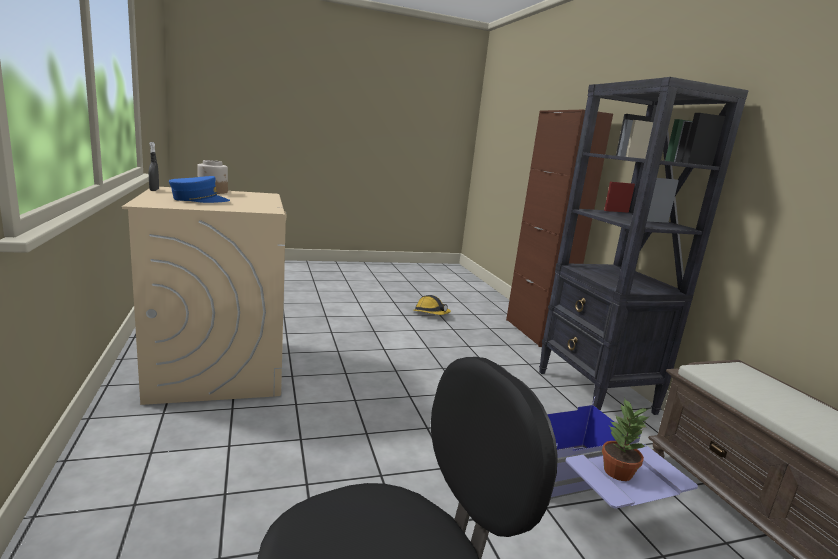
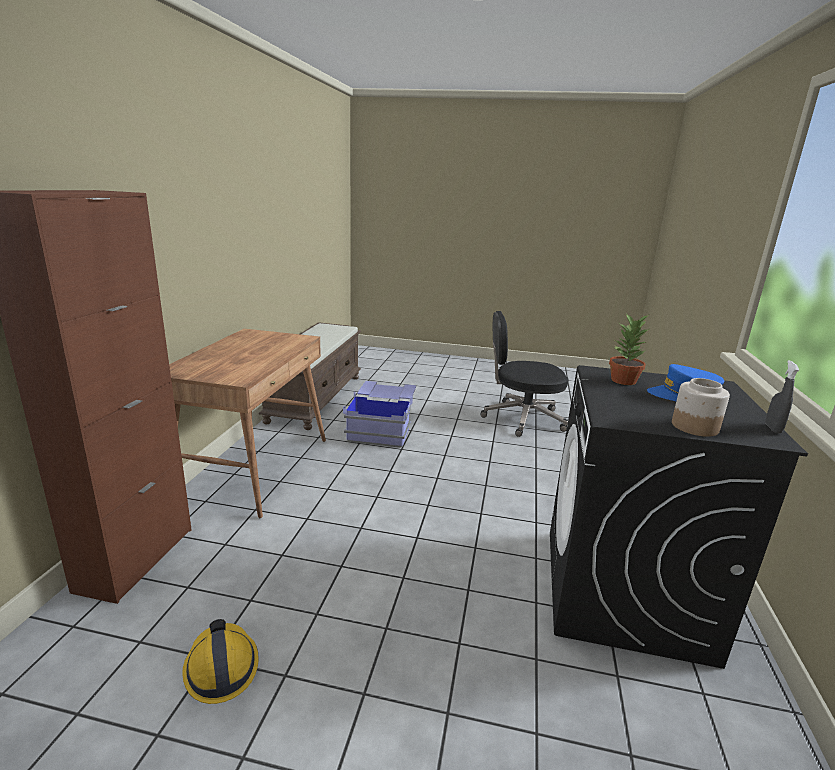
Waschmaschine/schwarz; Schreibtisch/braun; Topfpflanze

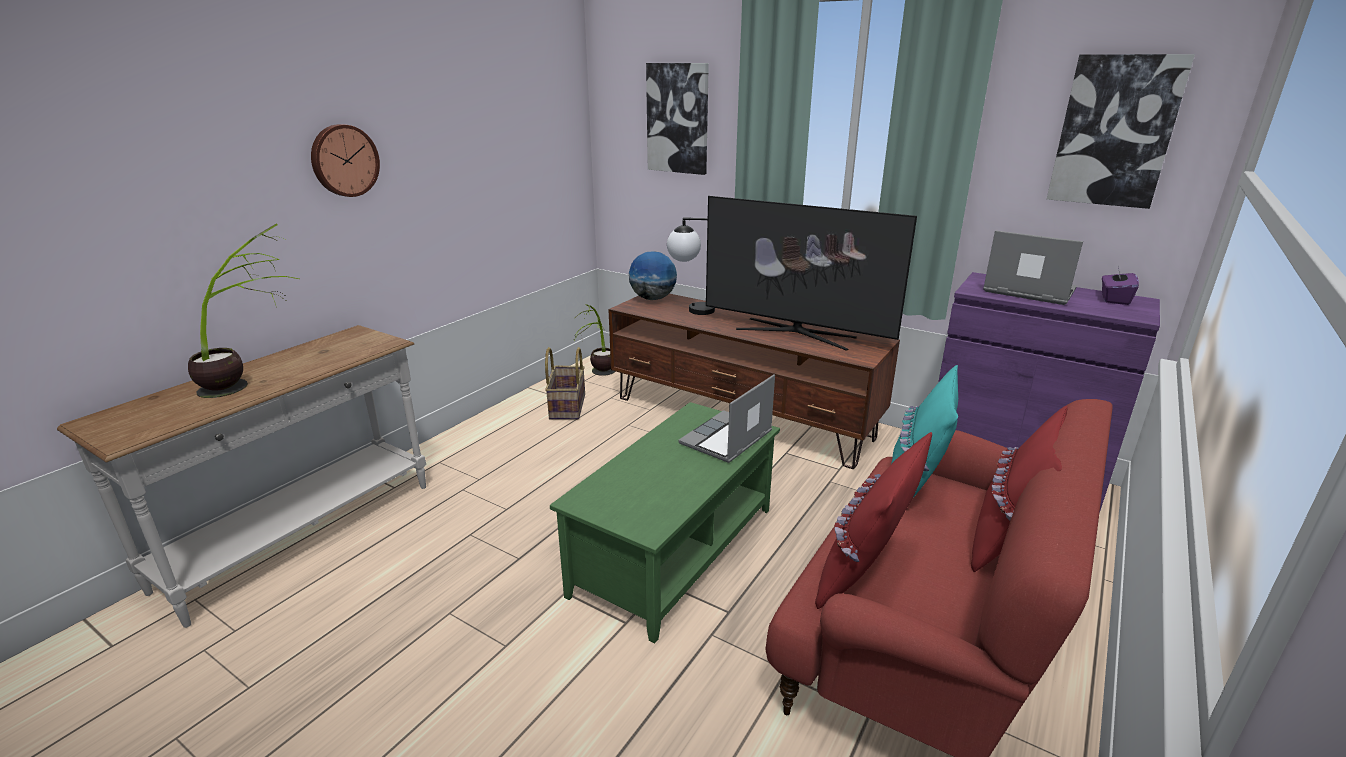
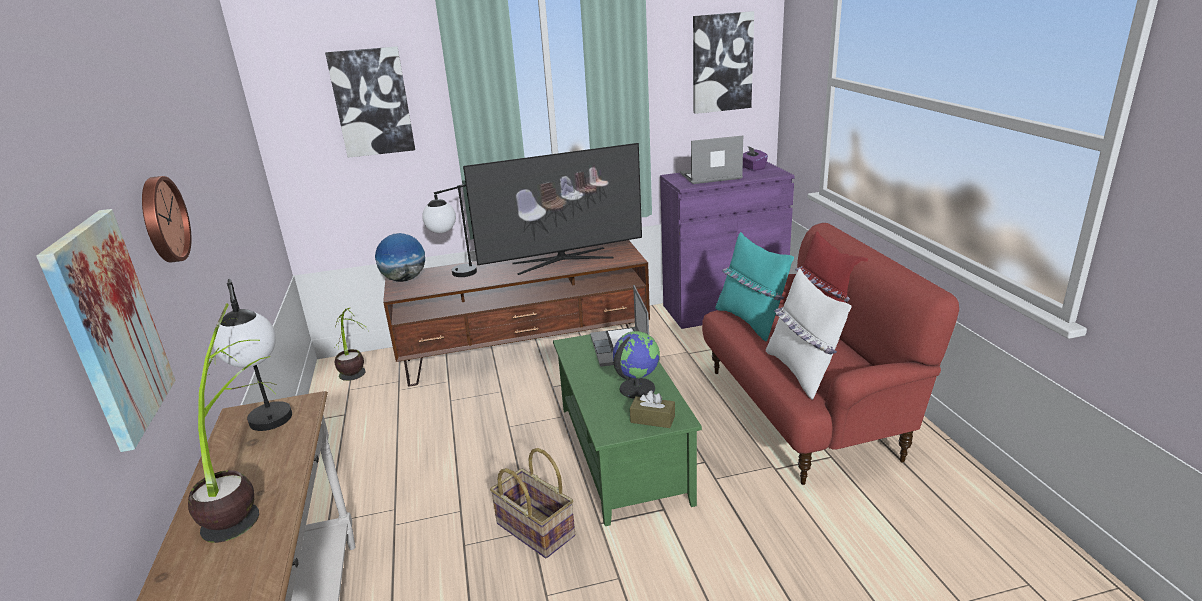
Korb; Kissen/weiß; Bild (1st from left); Tischlampe (1st from left); Globus (2nd from left); Taschentuchbox/braun

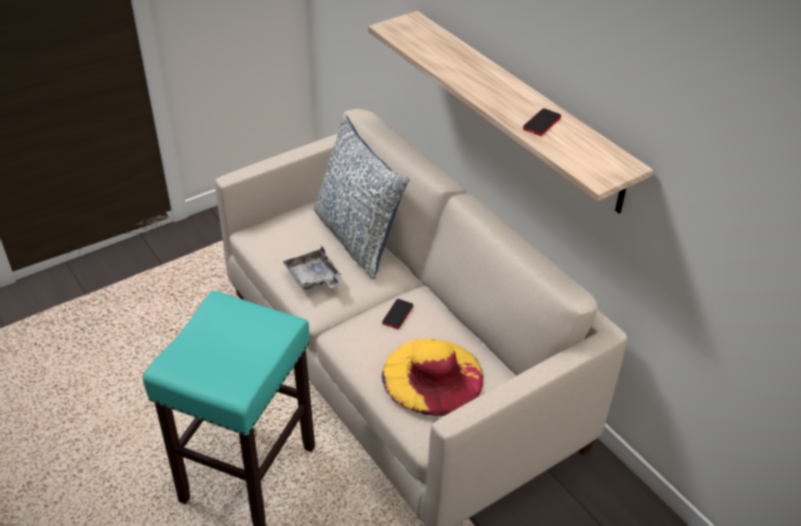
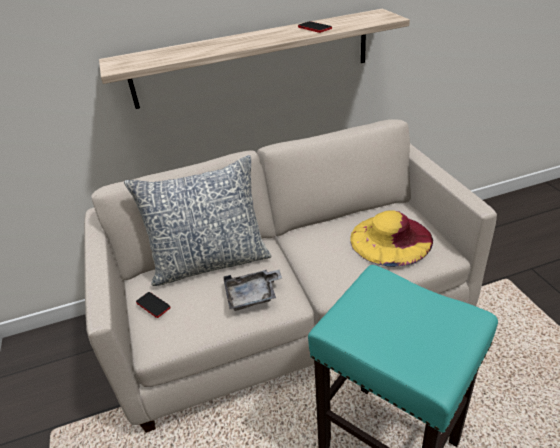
Handy (1st from left)

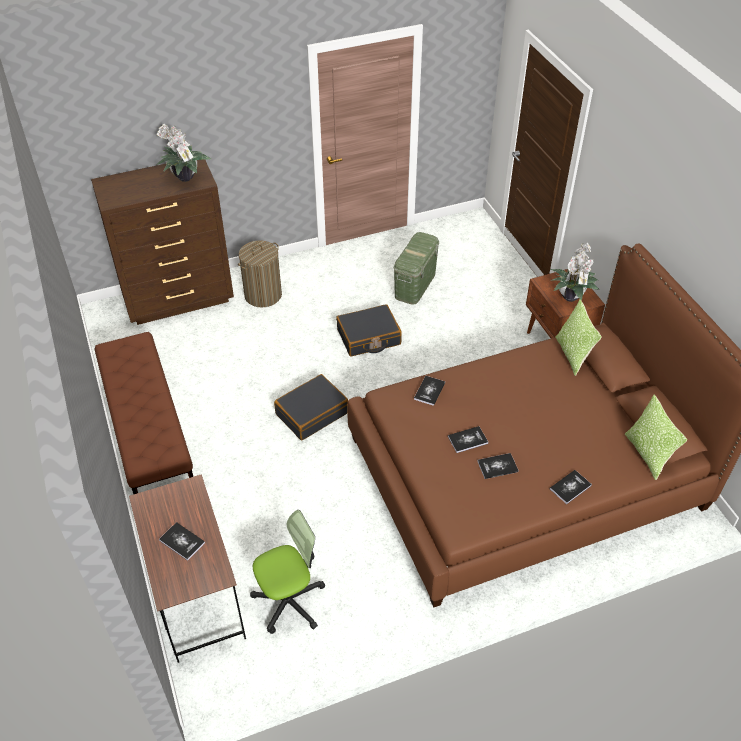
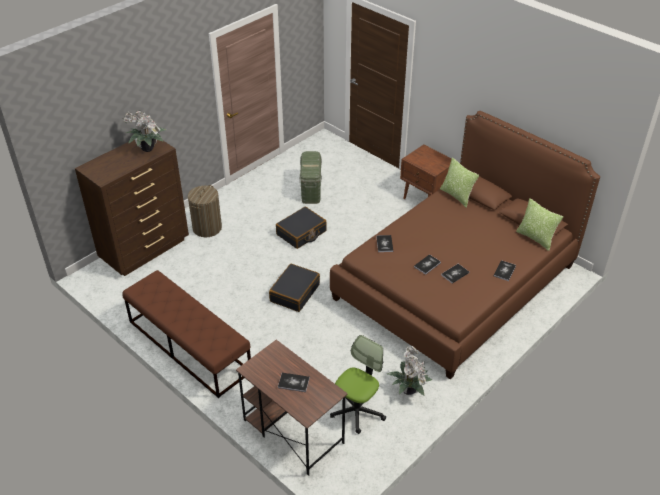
Topfpflanze (2nd from left)

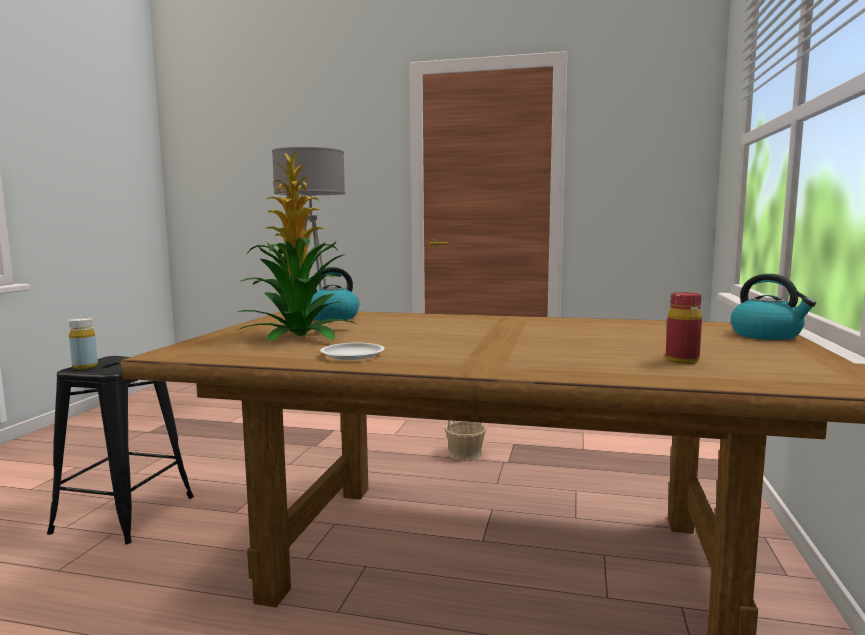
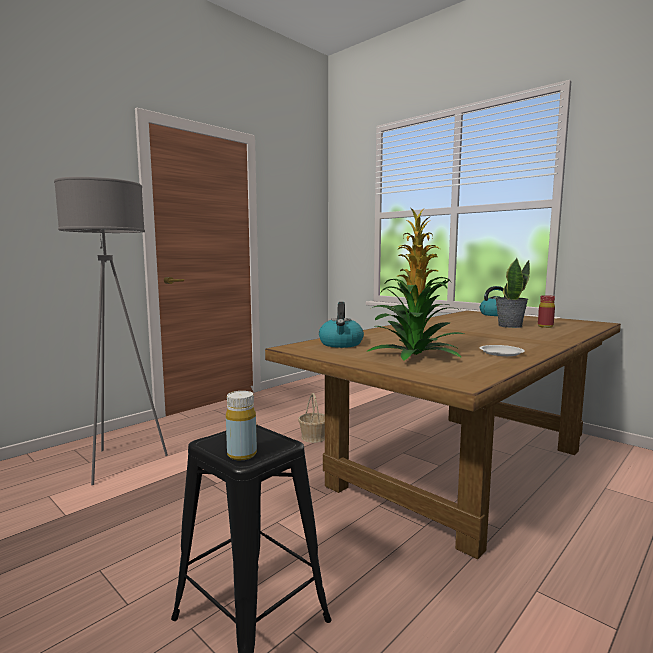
Topfpflanze (2nd from left)

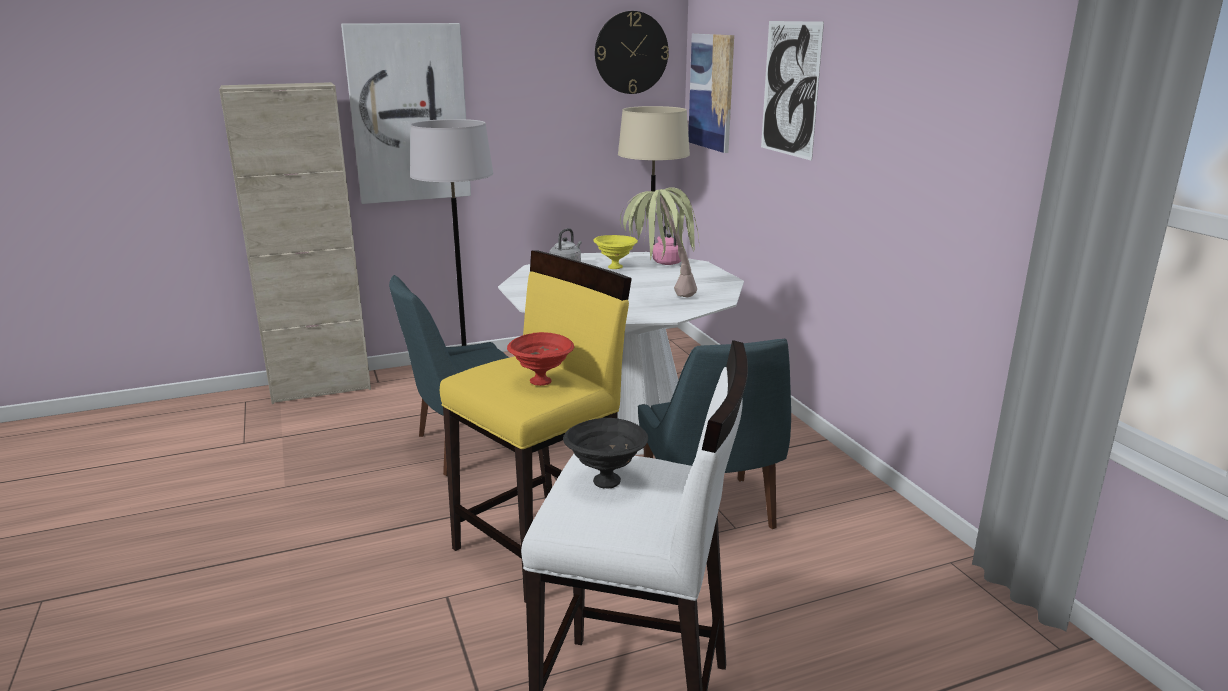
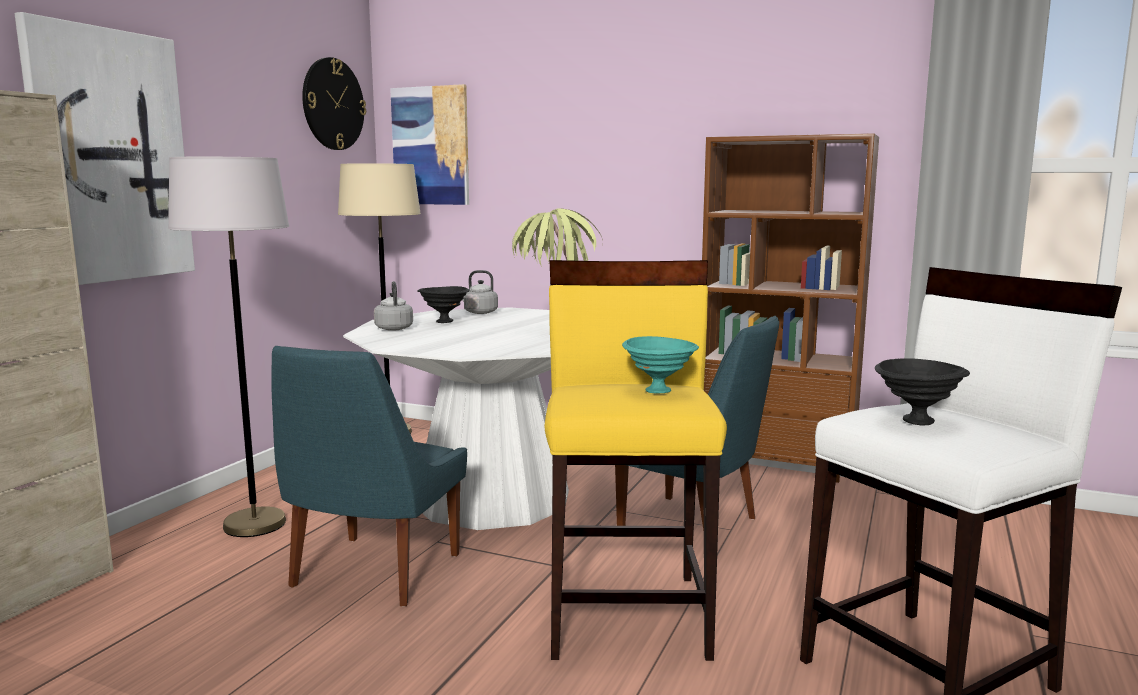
Schüssel/türkis; Schüssel/schwarz (1st from left); Wasserkessel/grau (2nd from left); Bild (3rd from left in the first image); Bücherregal/braun

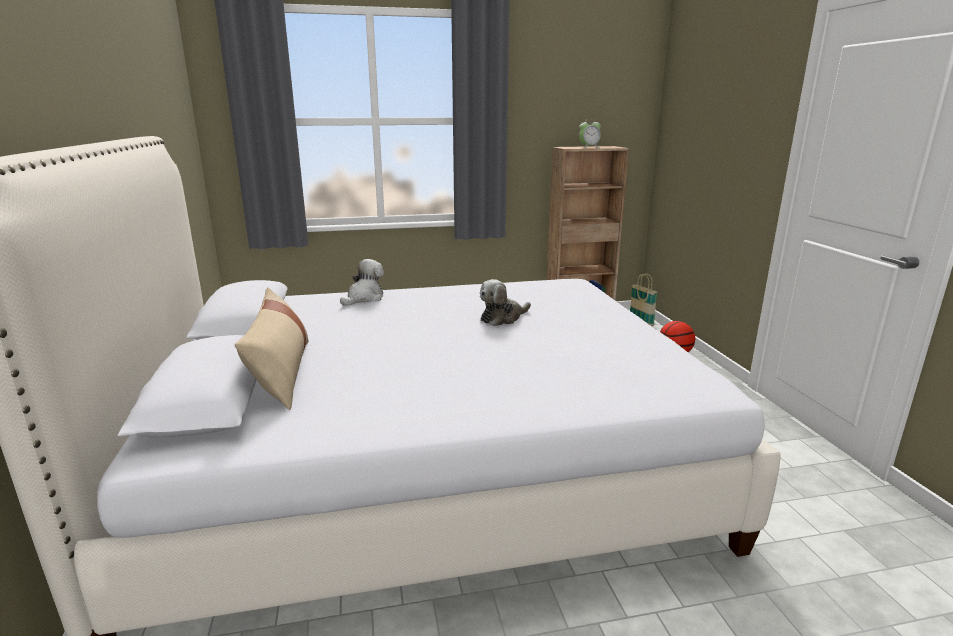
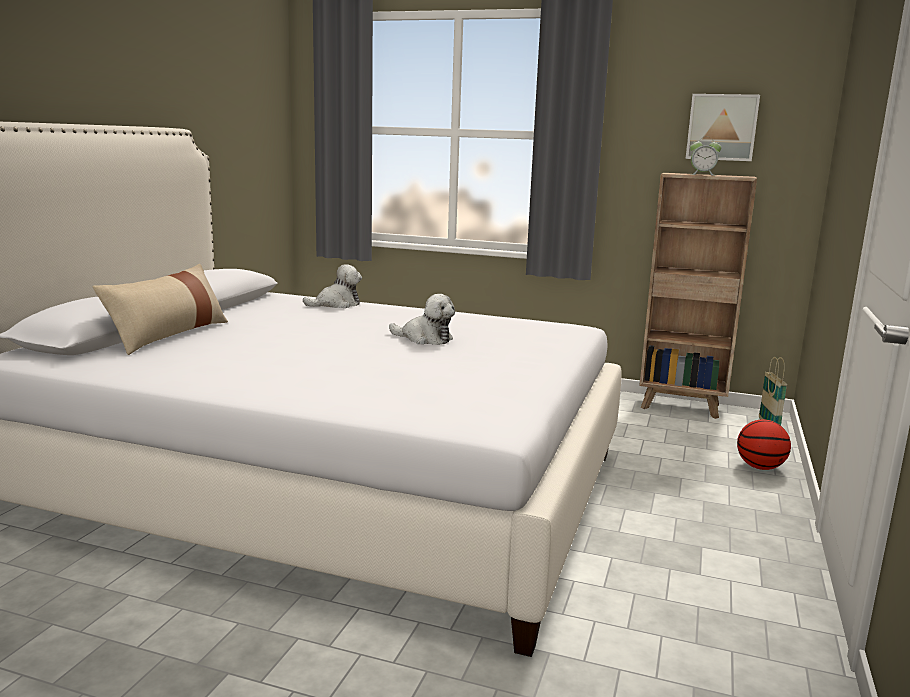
Plüschtier (2nd from left); Bild

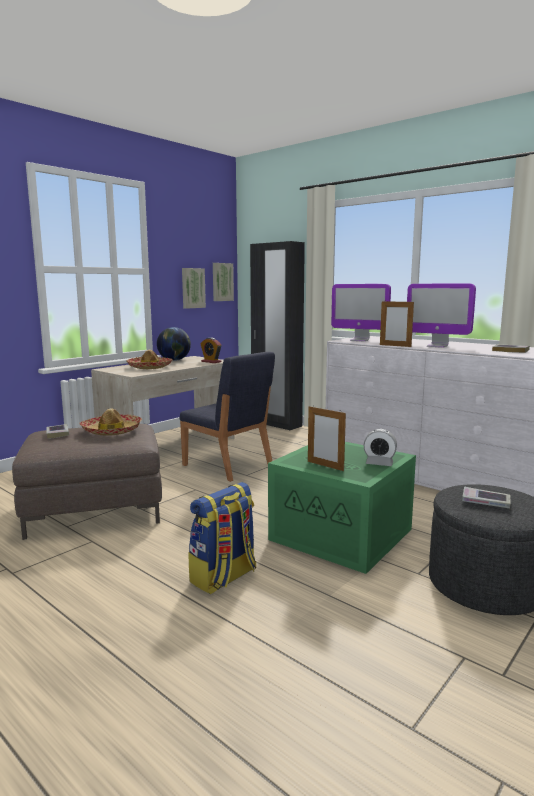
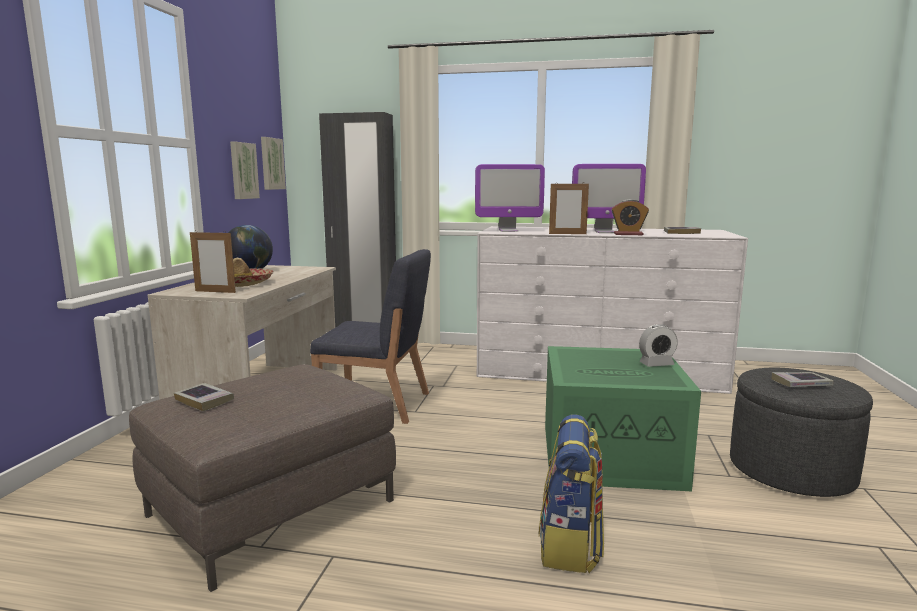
Hut (1st from left in the first image); Wecker (1st from left); Bilderrahmen (1st from left)

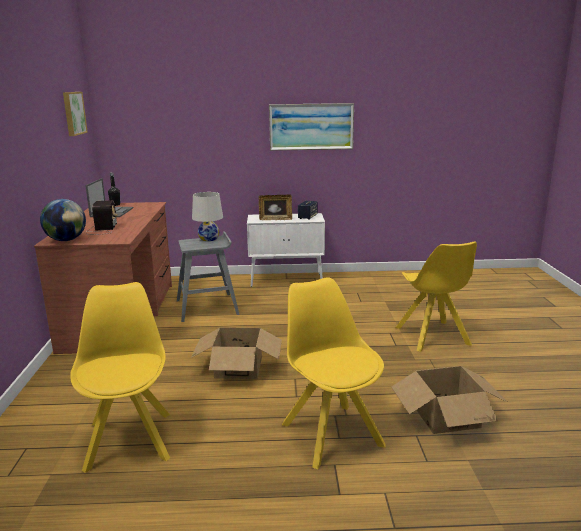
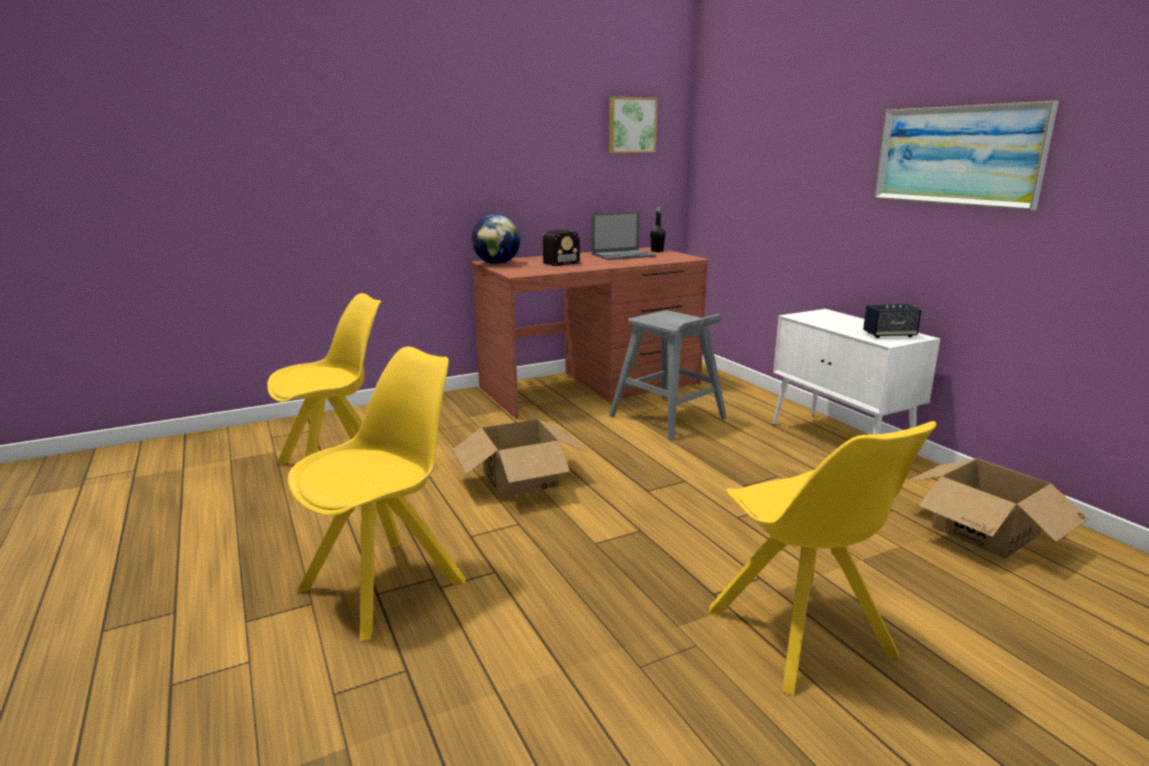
Tischlampe/weiß; Bilderrahmen; Karton (2nd from left); Stuhl/gelb (3rd from left)

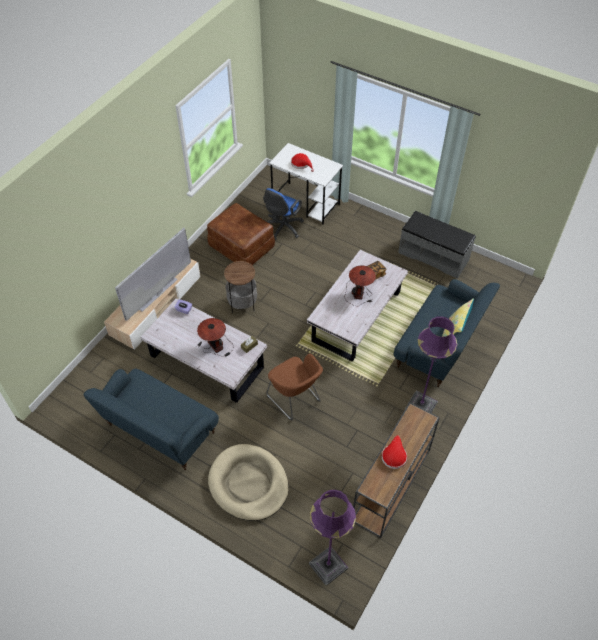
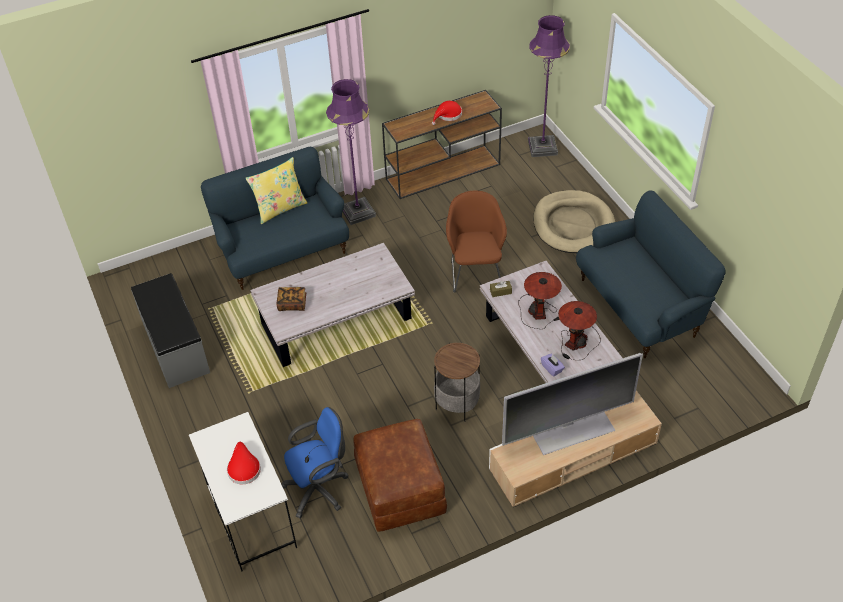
Tischlampe (2nd from left)

